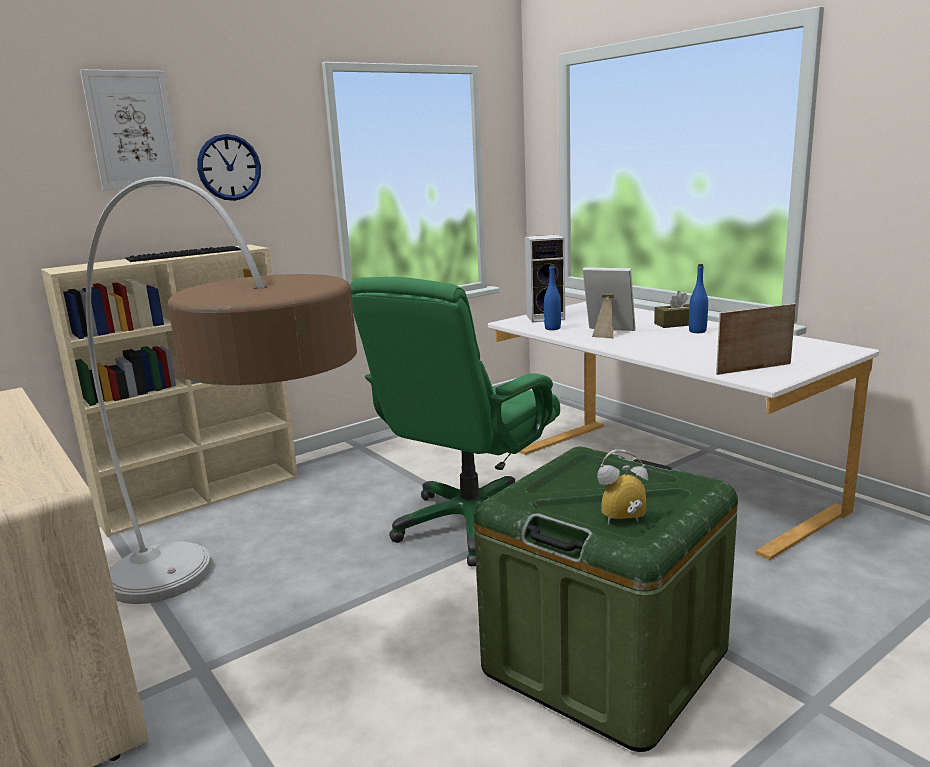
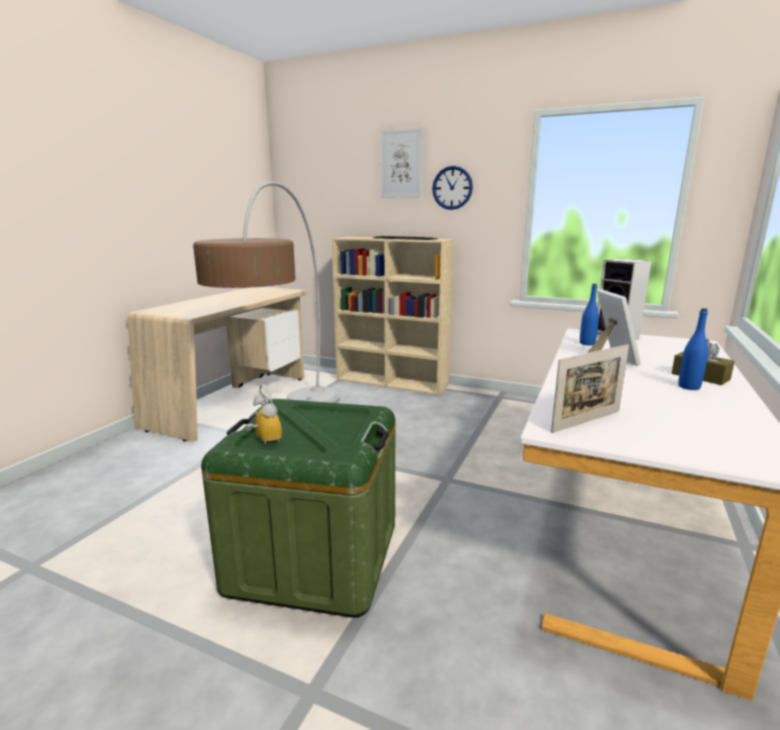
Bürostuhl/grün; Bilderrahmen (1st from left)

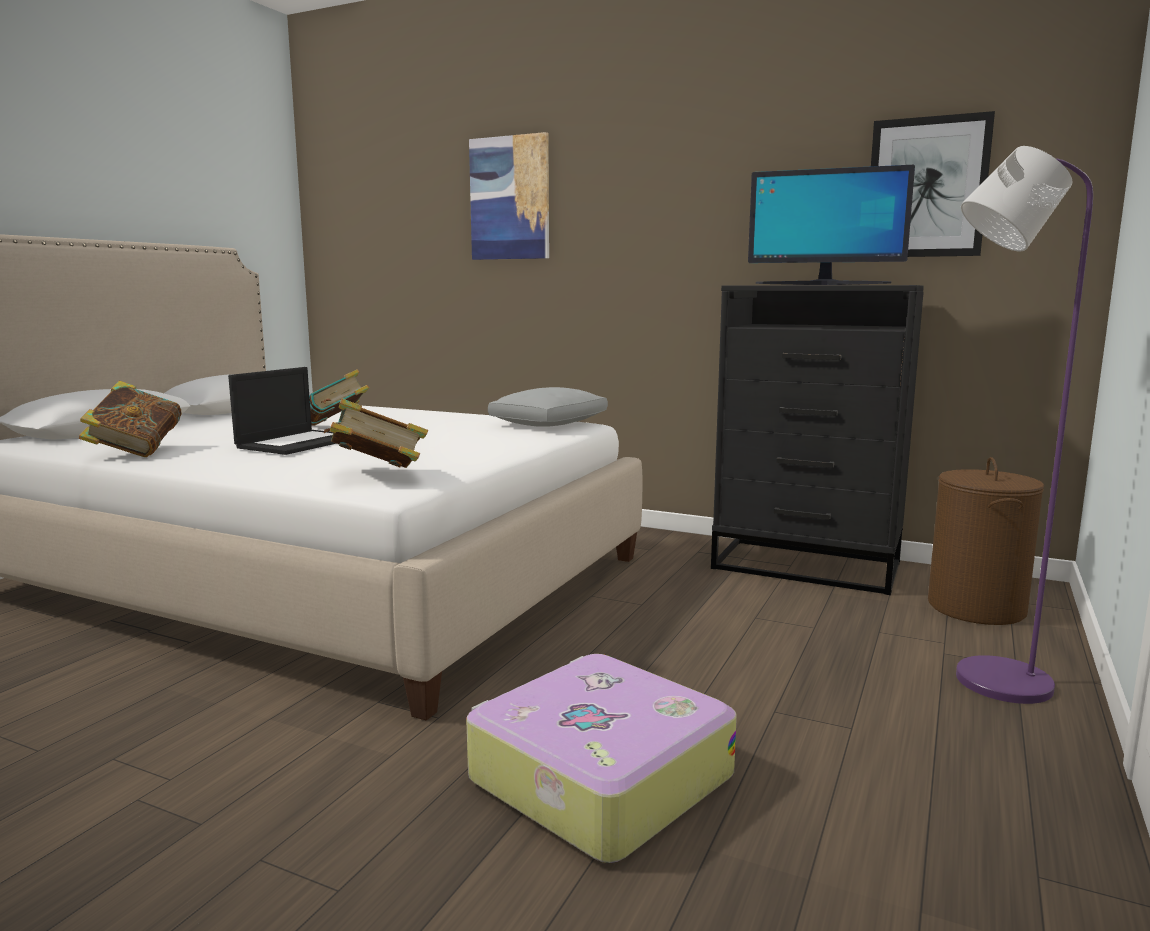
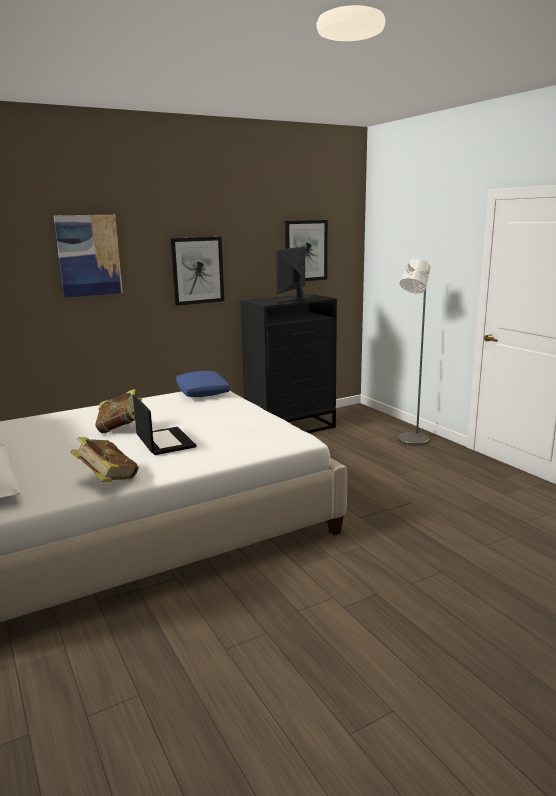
Buch (3rd from left in the first image); Koffer; Kissen/blau; Monitor; Wäschekorb/braun; Stehlampe/grau; Bild (2nd from left)

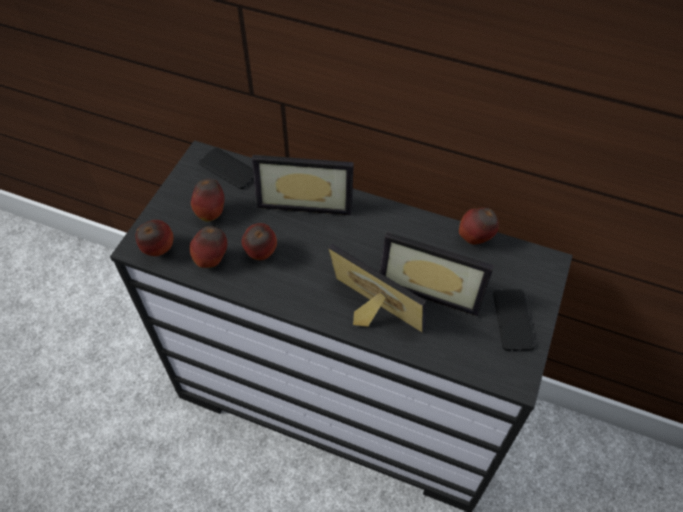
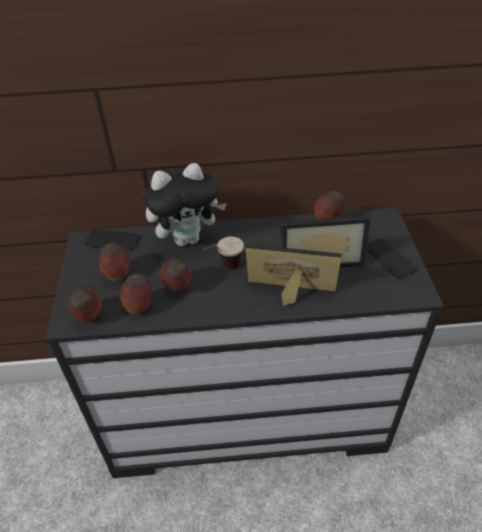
Plüschtier; Tasse

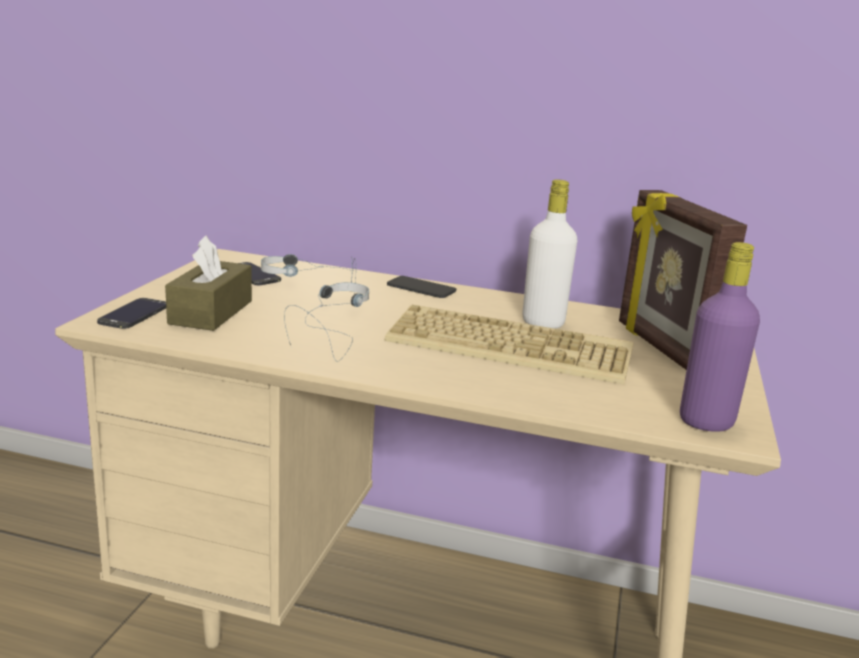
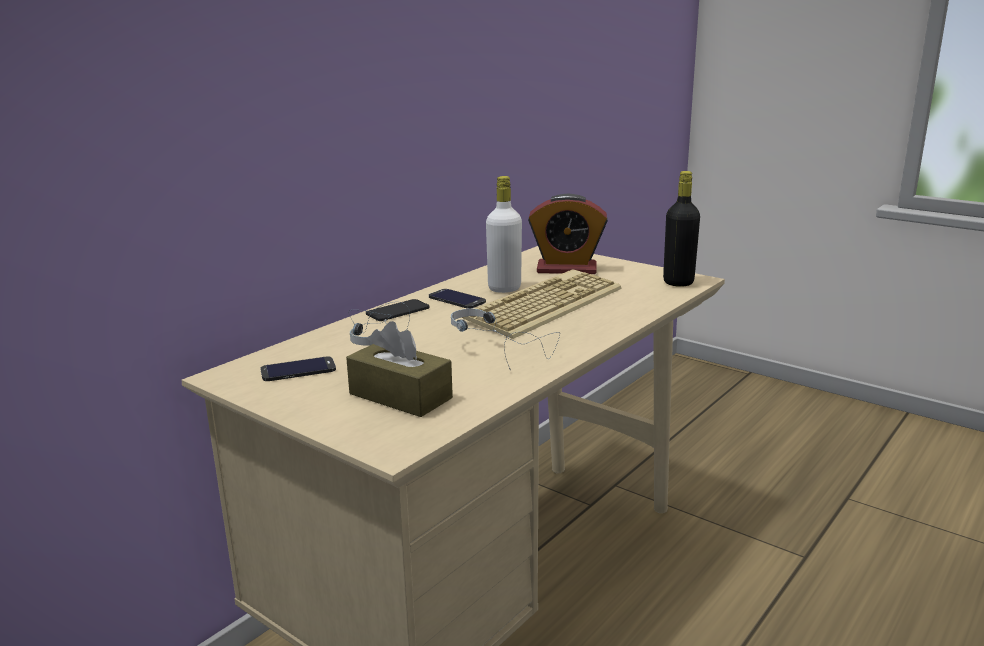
Handy (3rd from left); Wecker; Flasche/schwarz

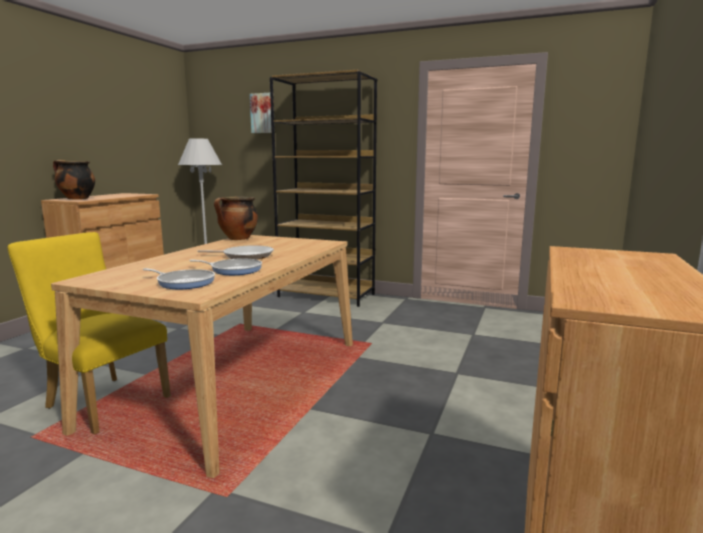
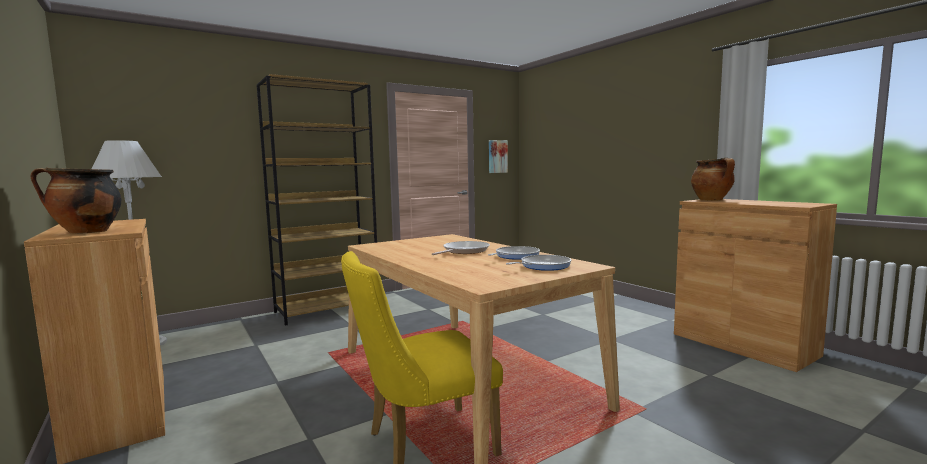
Kochtopf (2nd from left); Bild

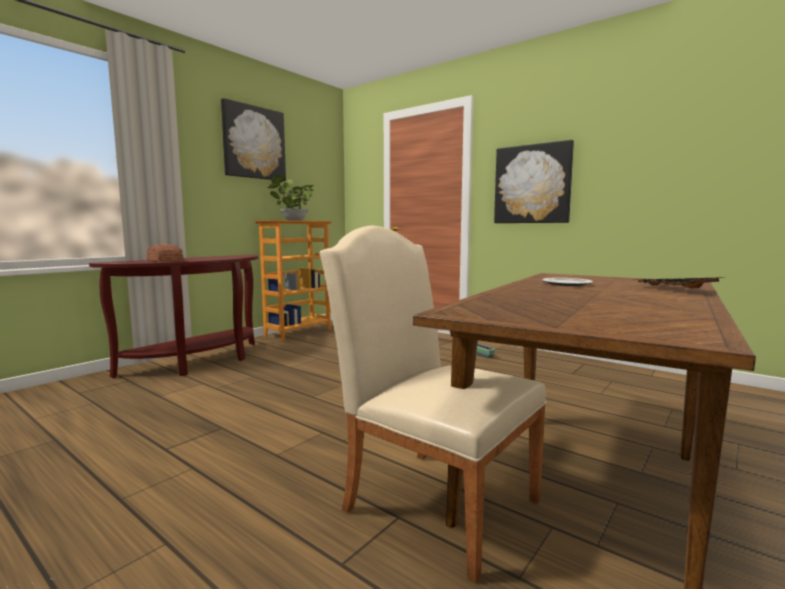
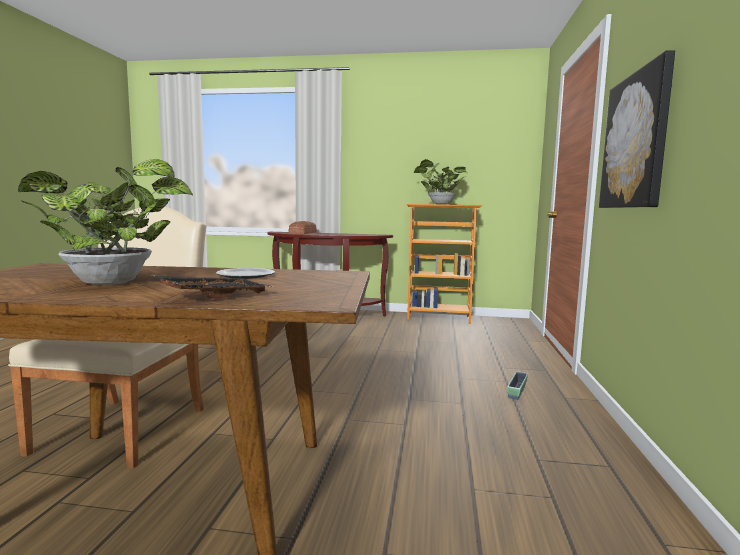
Bild (1st from left in the first image); Topfpflanze (1st from left)

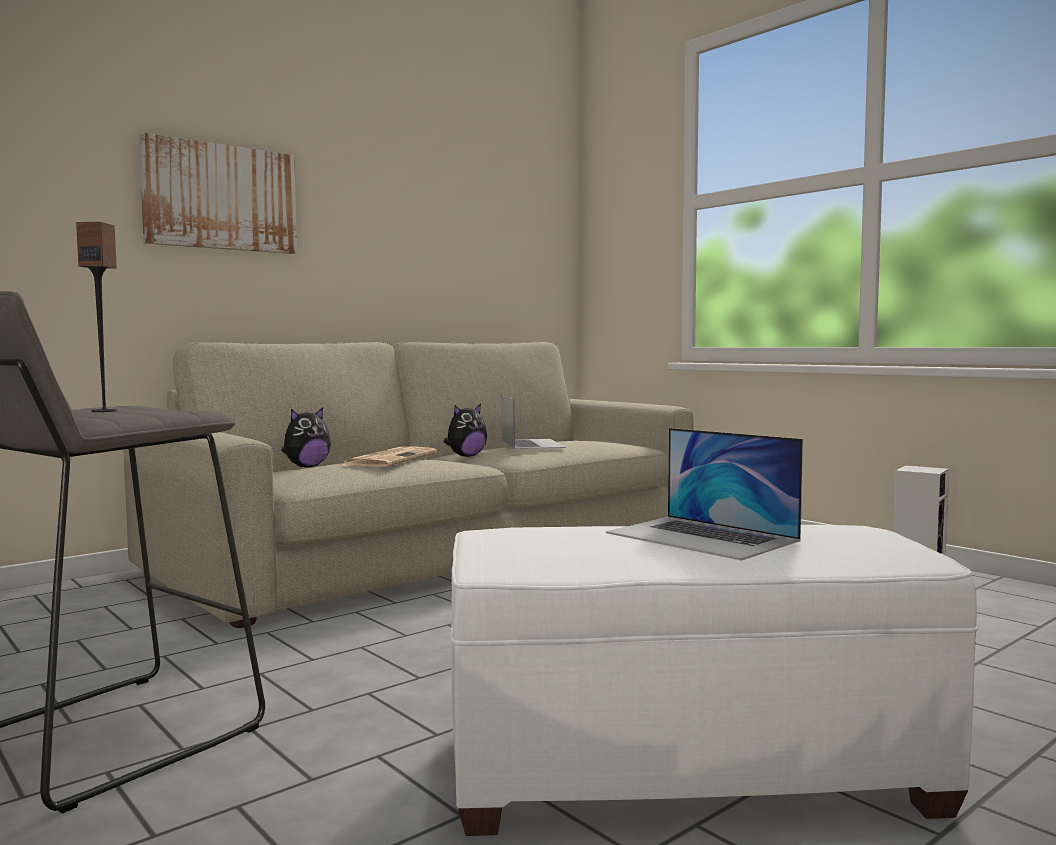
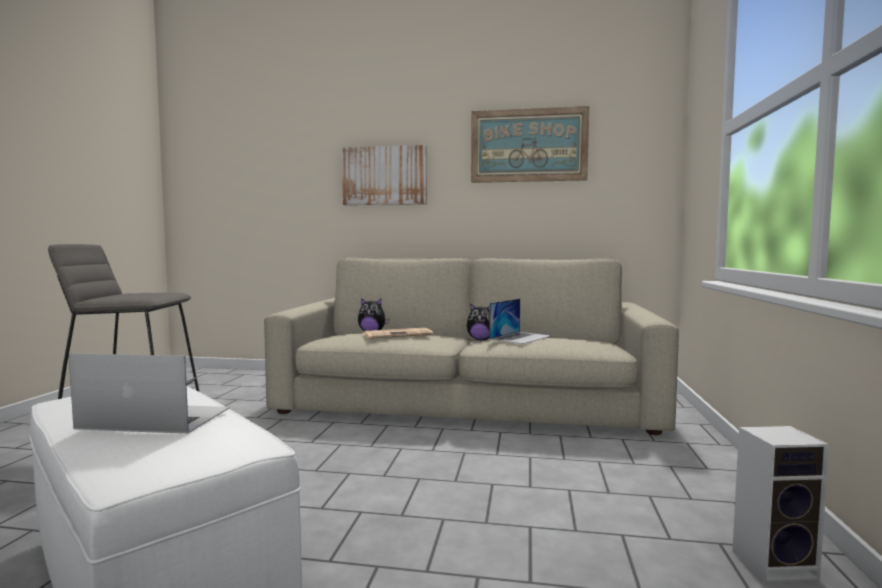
Lautsprecher (1st from left in the first image); Laptop (1st from left); Bild (2nd from left)

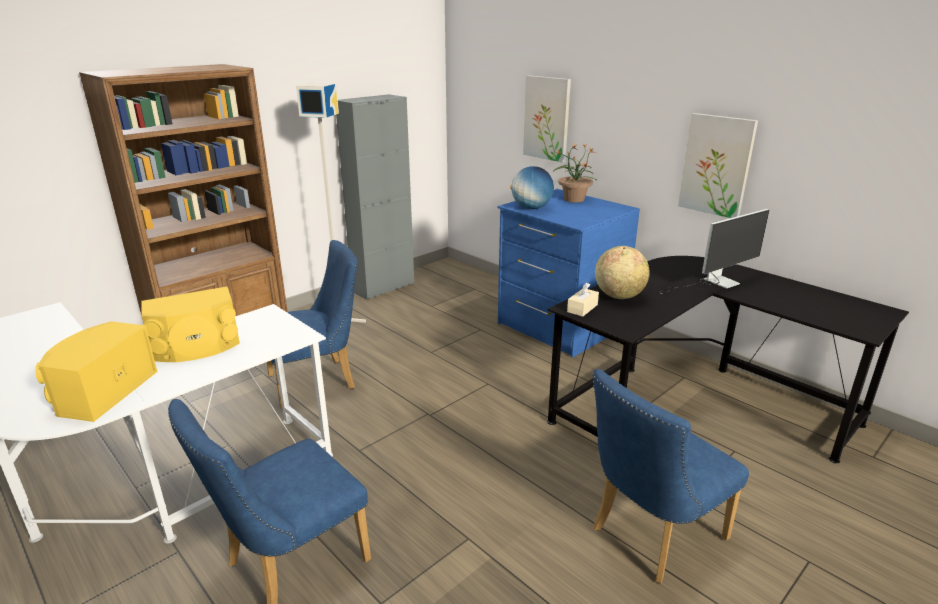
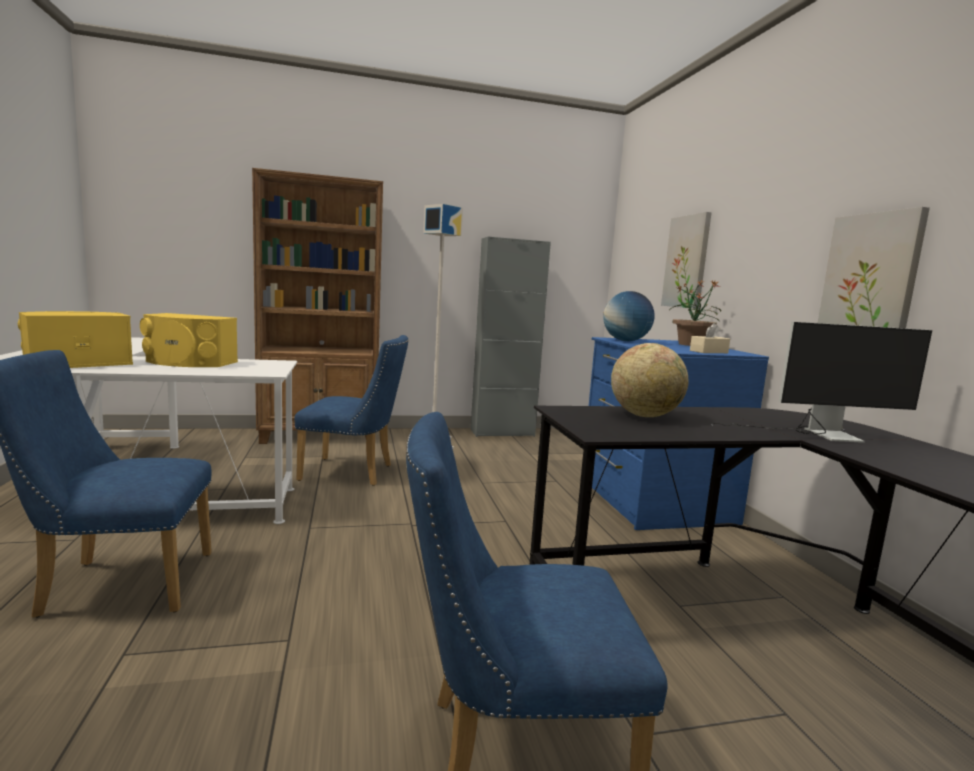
Taschentuchbox/beige

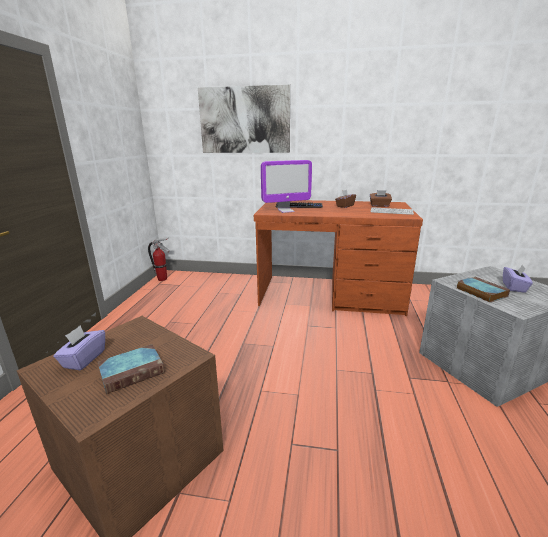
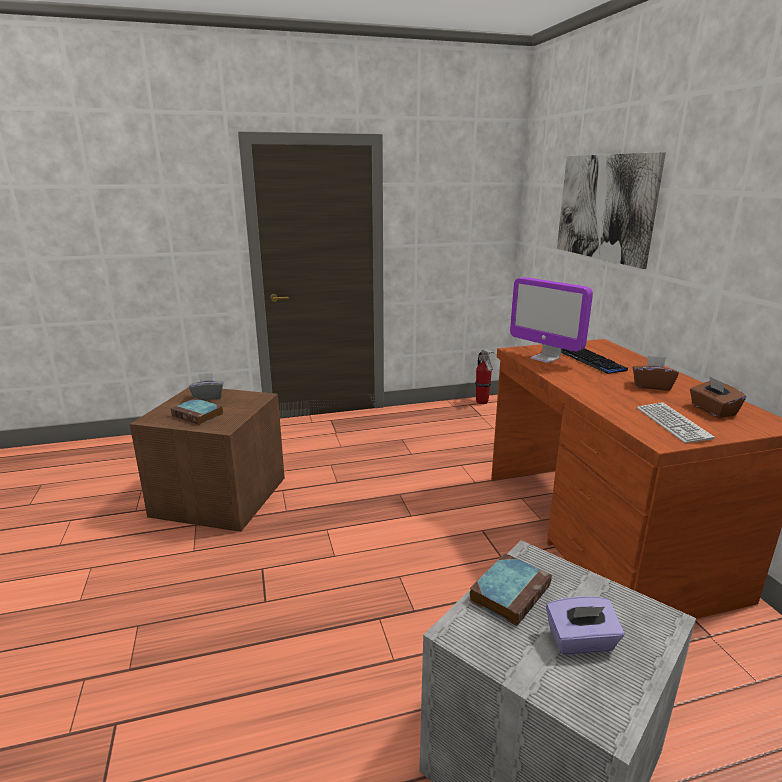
Taschentuchbox/grau

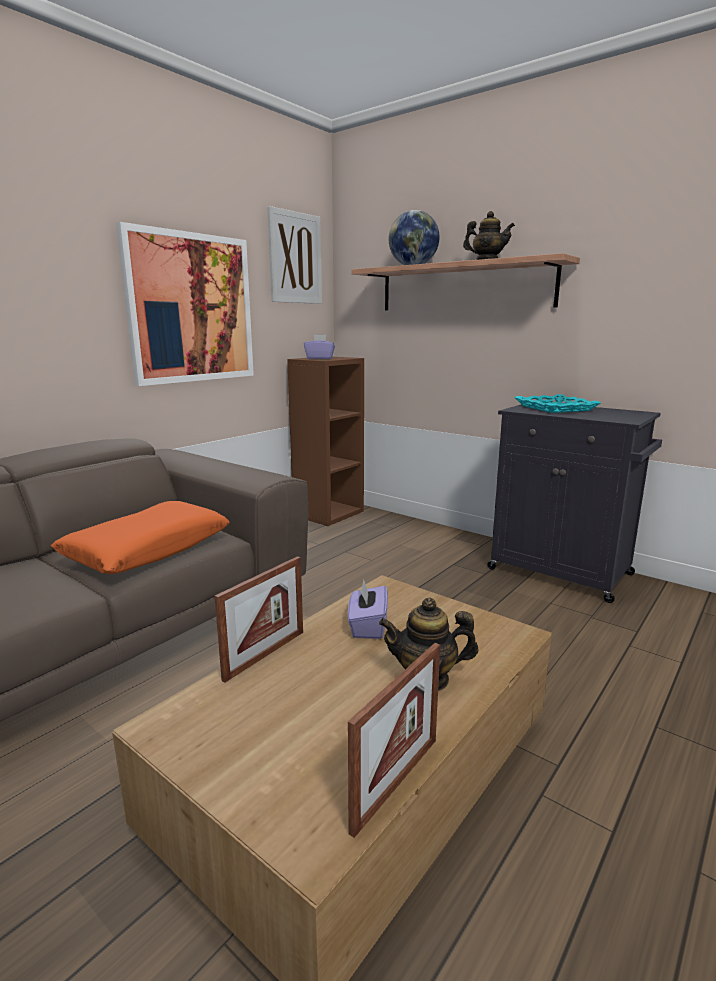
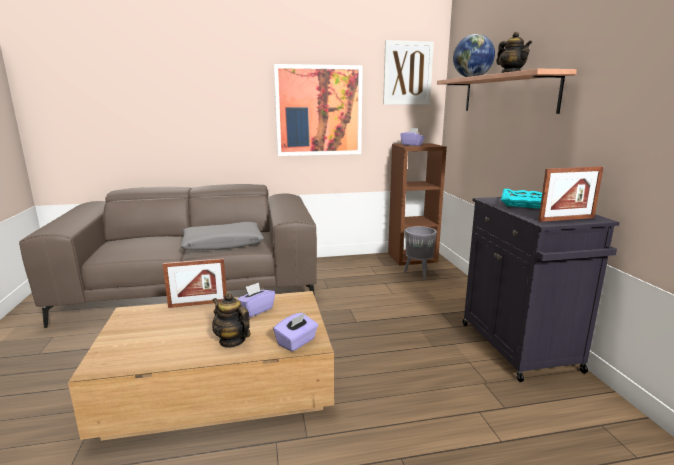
Kissen/grau; Bilderrahmen (2nd from left); Taschentuchbox/lila (2nd from left); Pflanzkübel/grau

